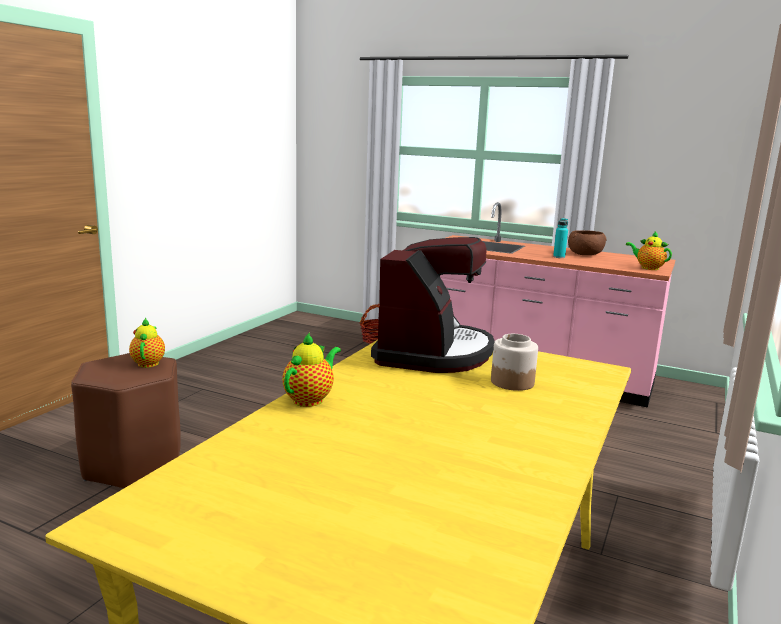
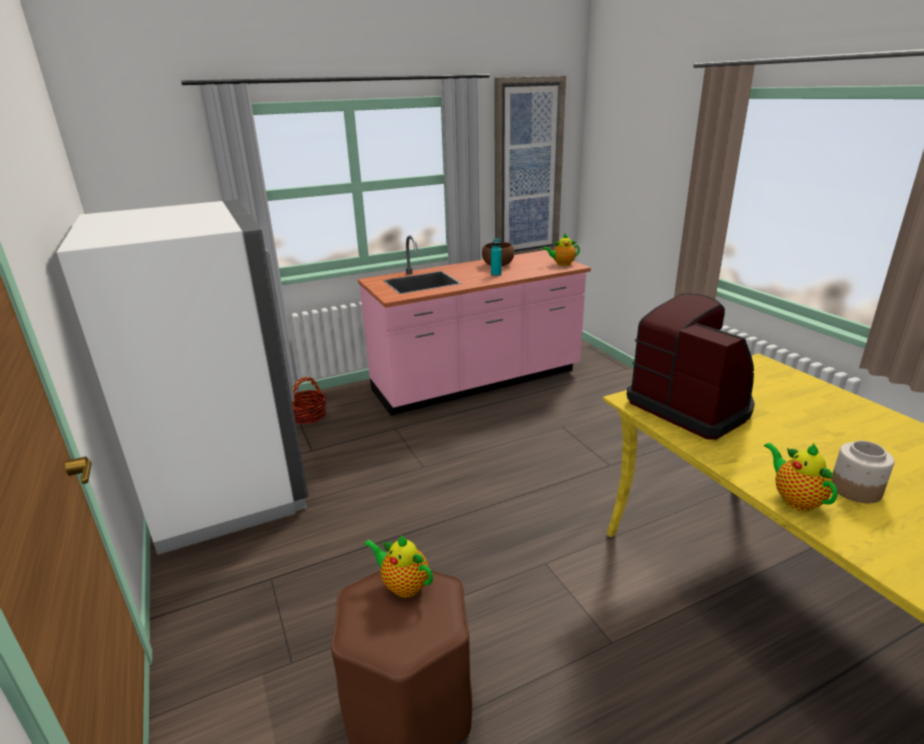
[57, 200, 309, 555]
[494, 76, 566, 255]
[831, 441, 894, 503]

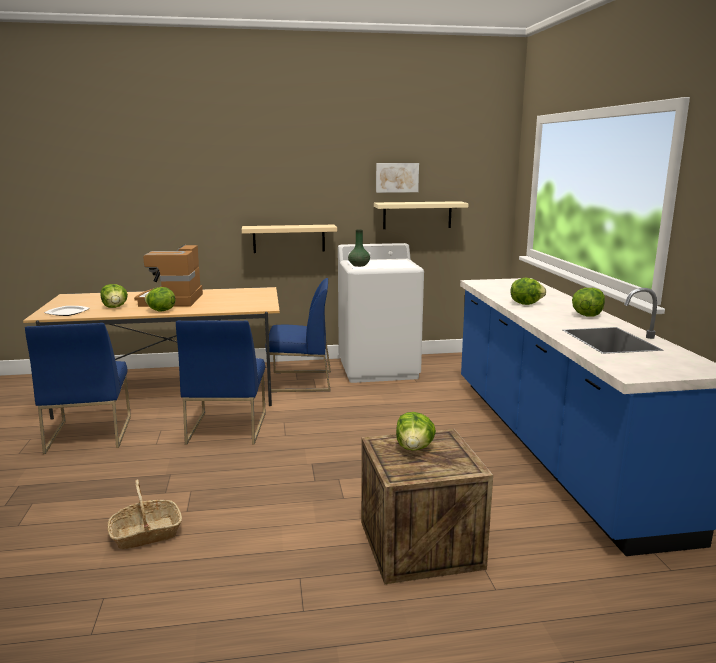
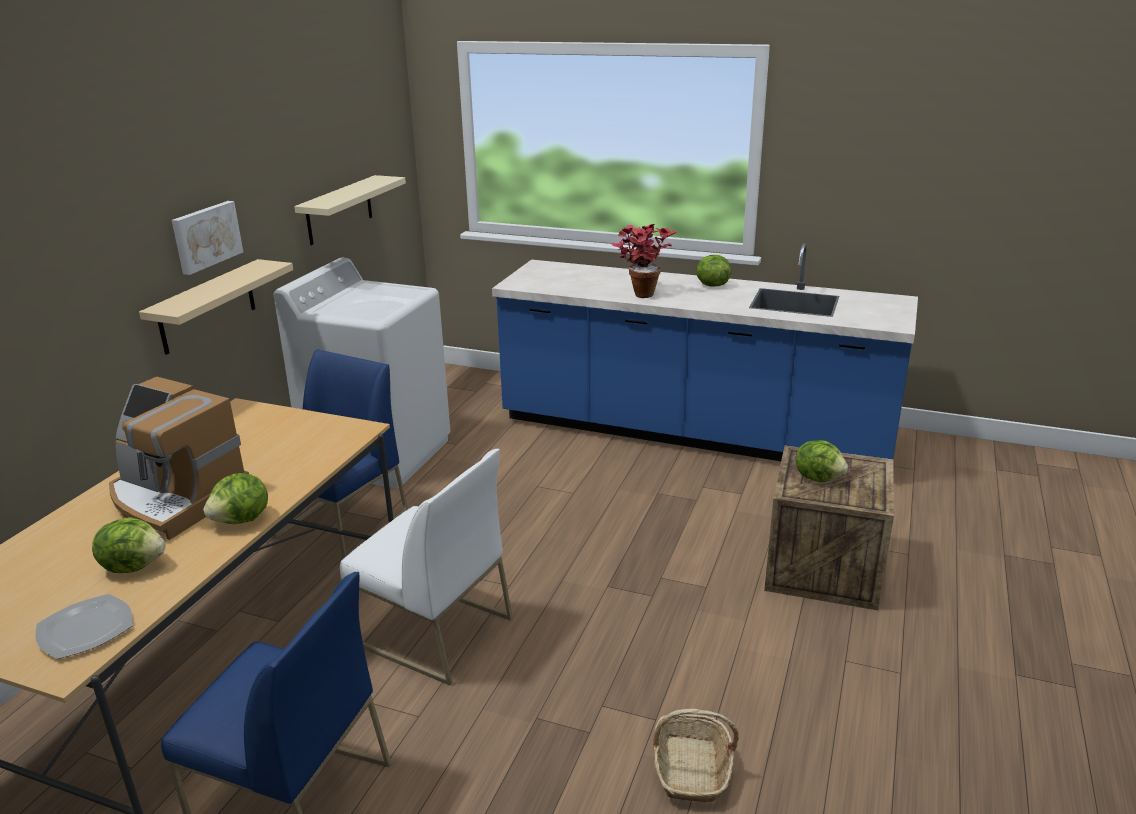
[172, 201, 243, 275]
[340, 449, 513, 685]
[612, 224, 676, 298]
[348, 229, 370, 267] (first image)

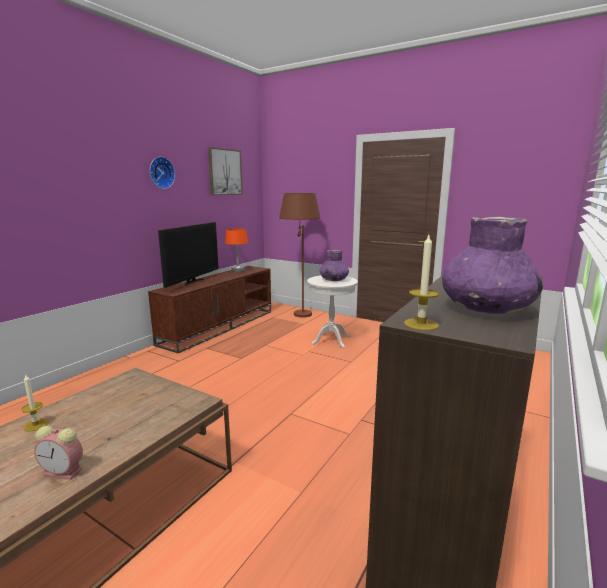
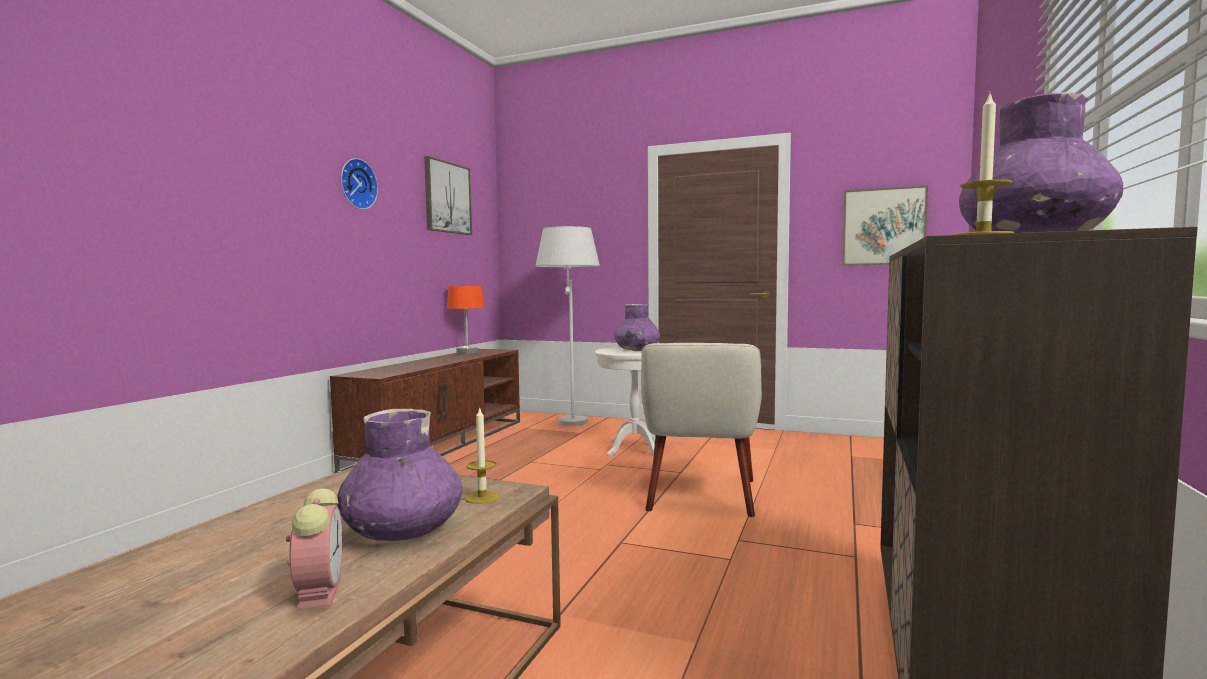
[286, 488, 343, 611]
[337, 409, 462, 541]
[465, 406, 500, 504]
[536, 226, 600, 426]
[641, 343, 762, 517]
[842, 185, 928, 266]
[158, 222, 219, 288] (first image)

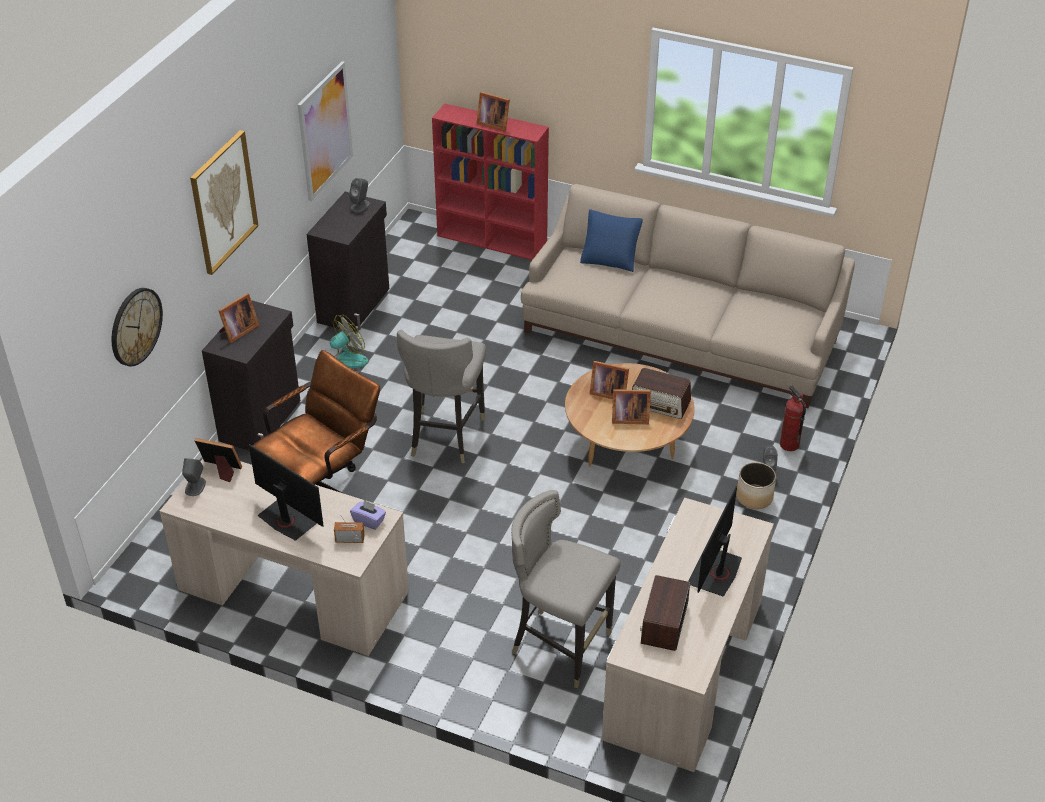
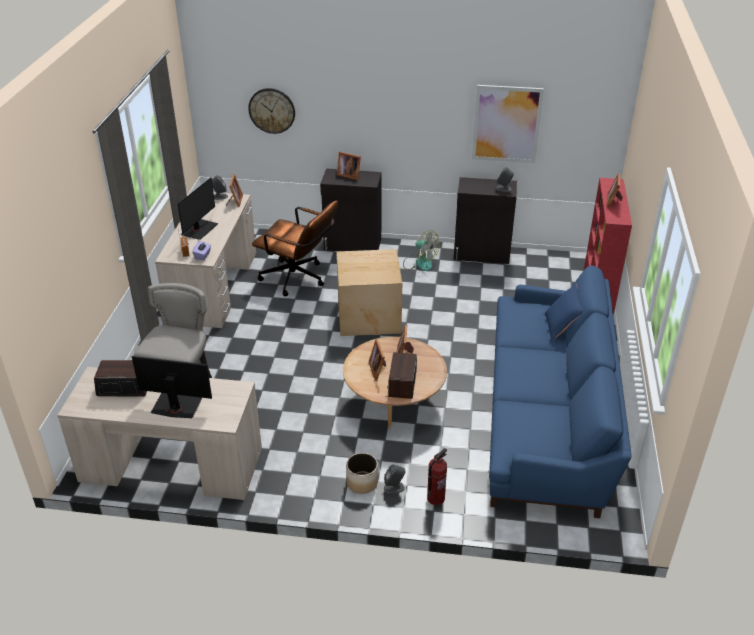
[337, 249, 402, 336]
[489, 265, 632, 518]
[190, 130, 259, 275] (first image)

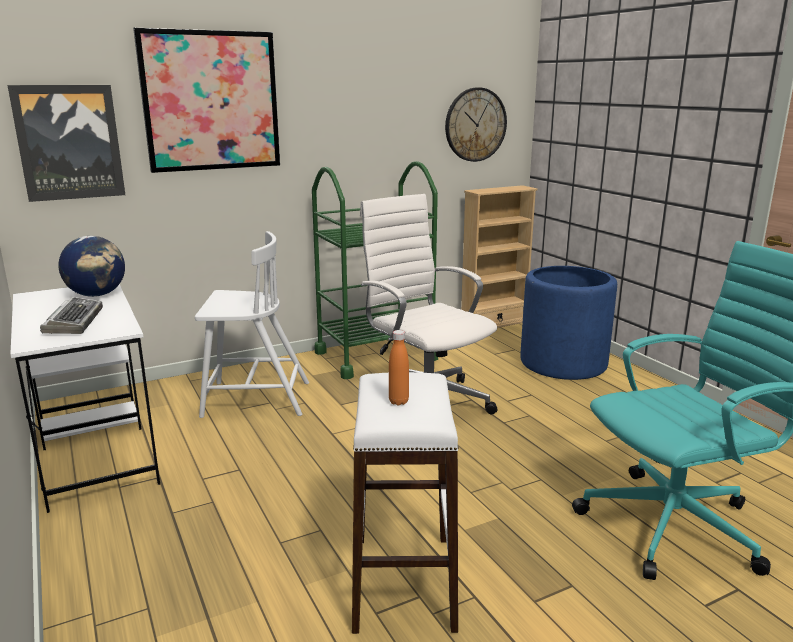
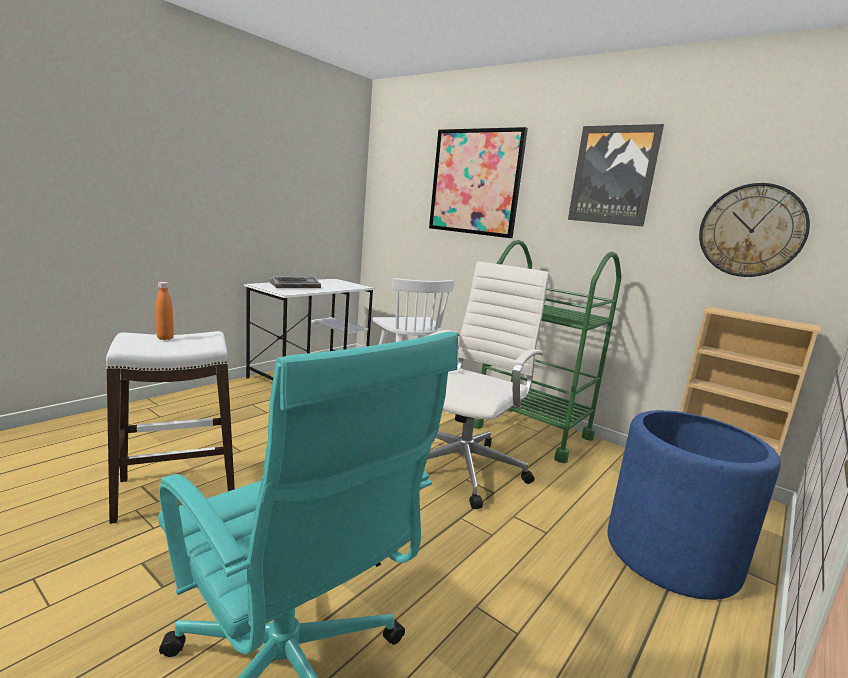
[568, 124, 664, 227]
[58, 236, 125, 297] (first image)

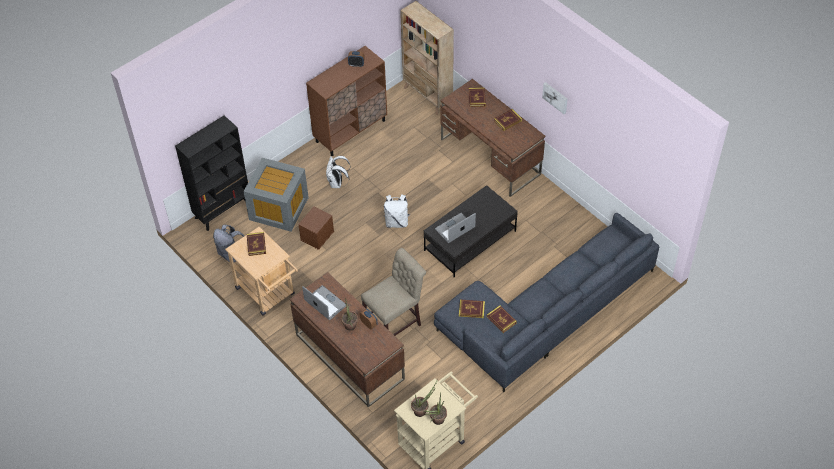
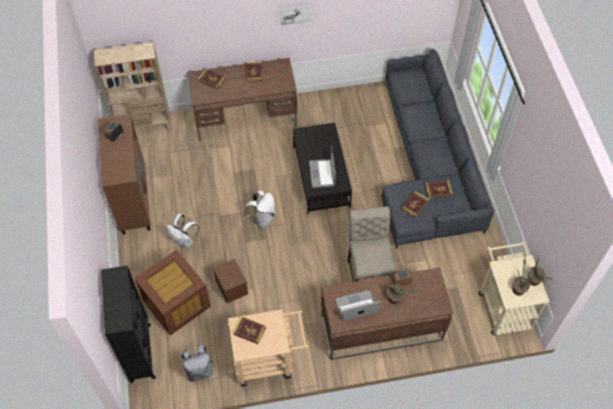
[134, 249, 211, 335]

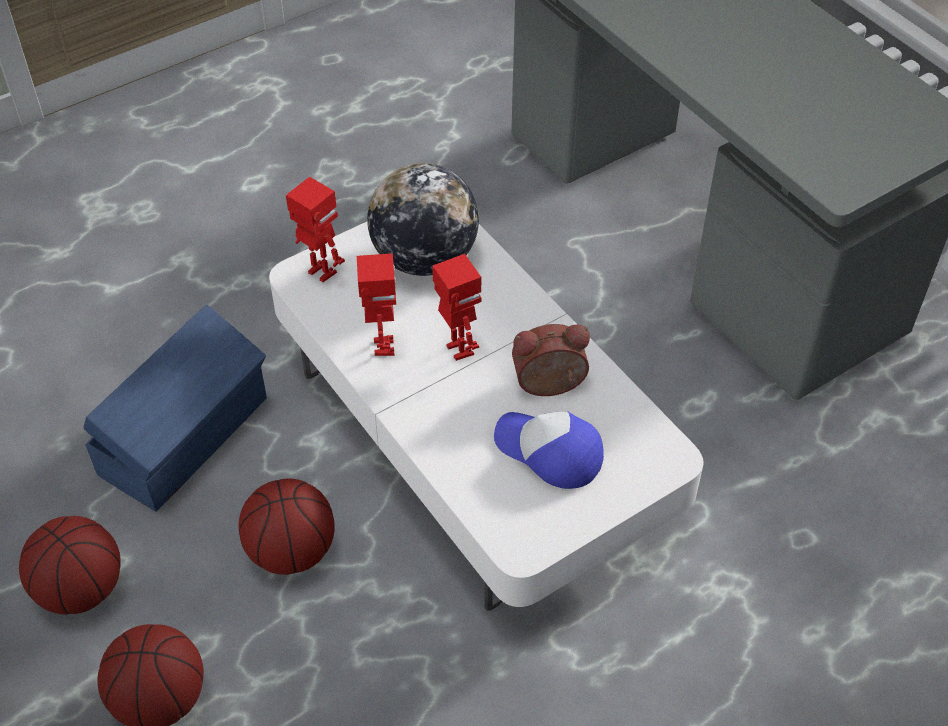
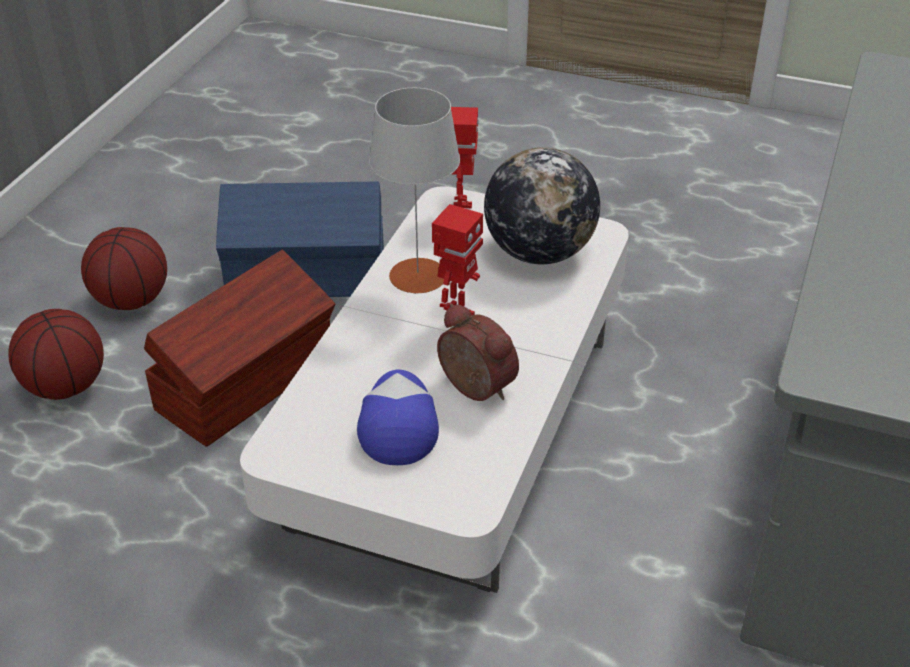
[144, 250, 335, 447]
[369, 88, 460, 294]

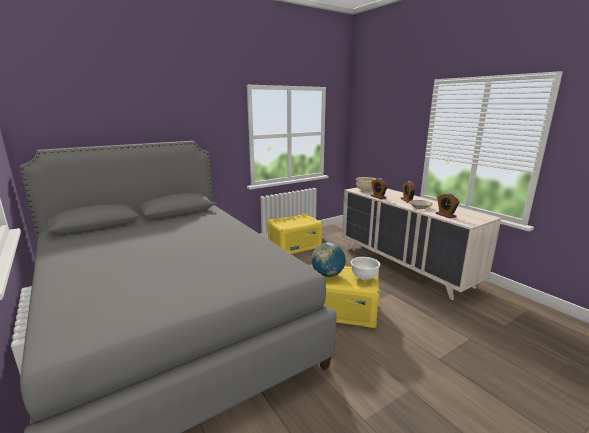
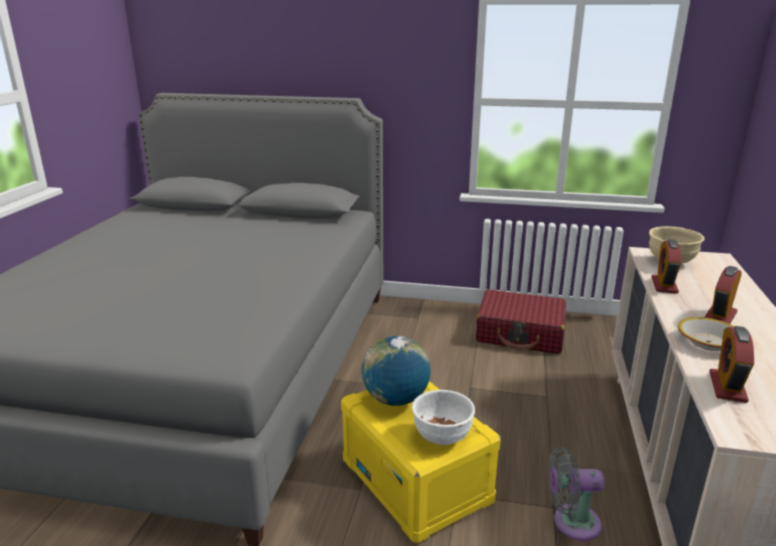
[476, 289, 566, 354]
[548, 447, 605, 541]

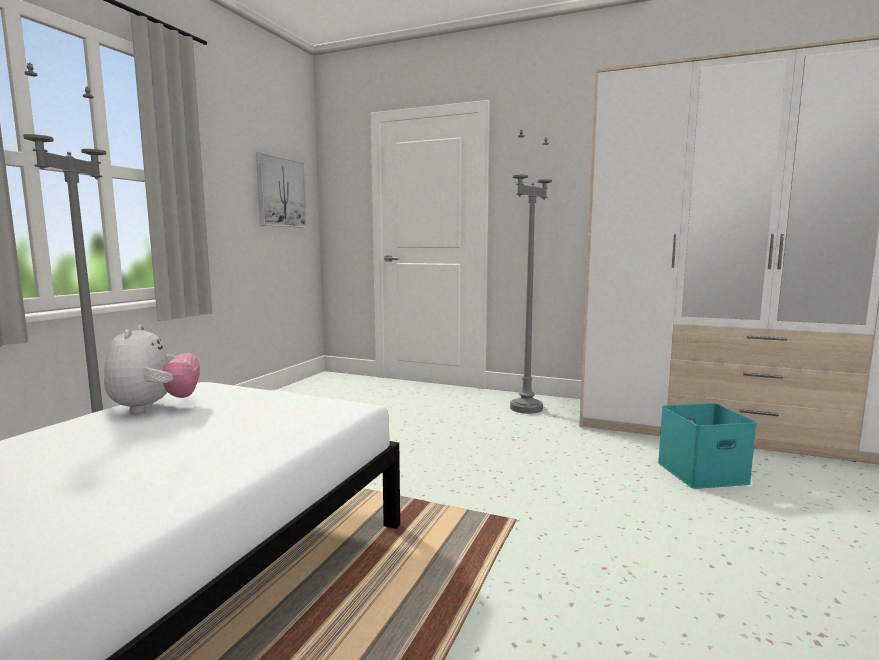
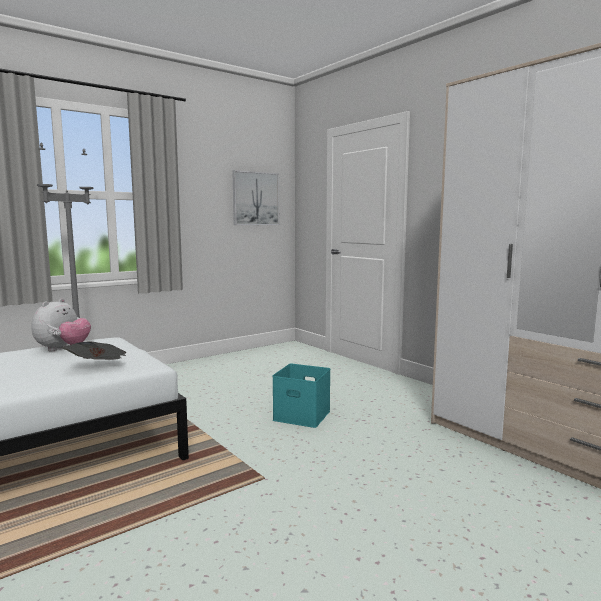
[62, 342, 126, 360]
[272, 364, 331, 428]
[510, 129, 552, 414] (first image)

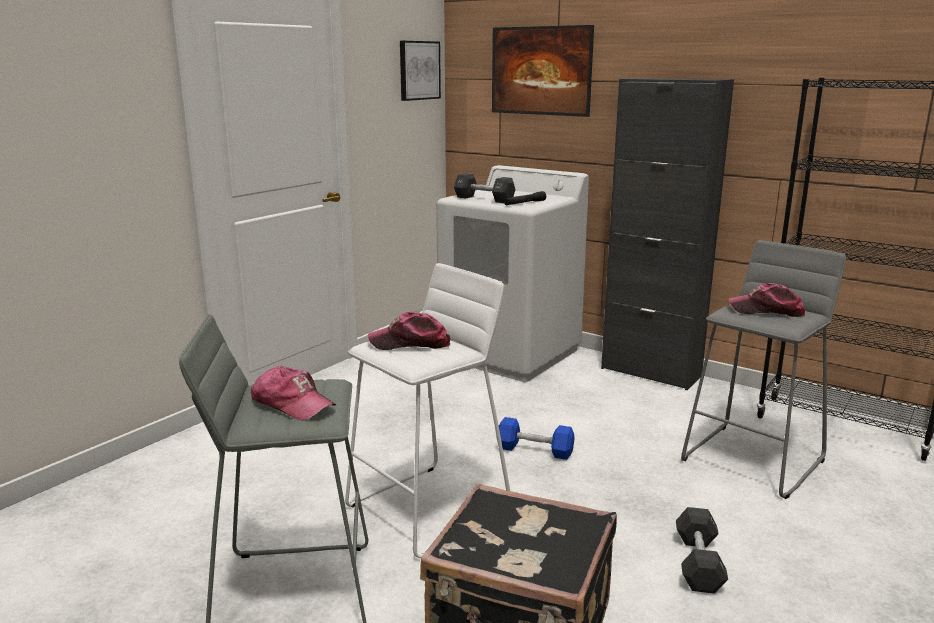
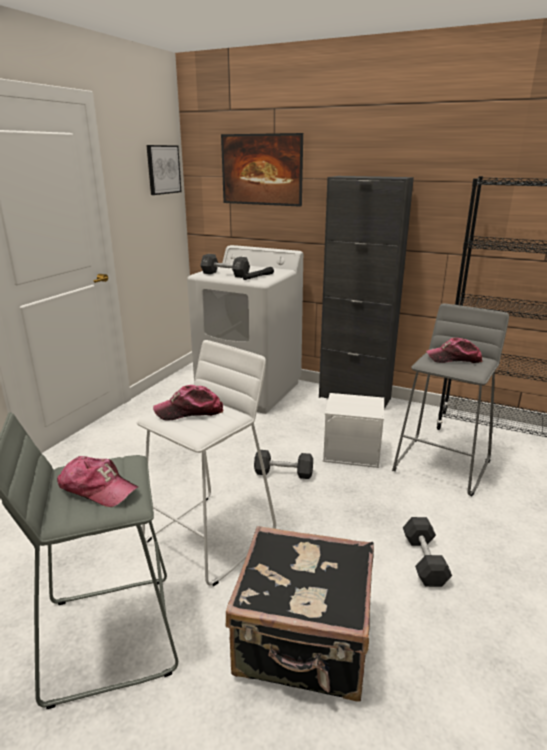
[254, 450, 313, 479]
[323, 393, 384, 468]

